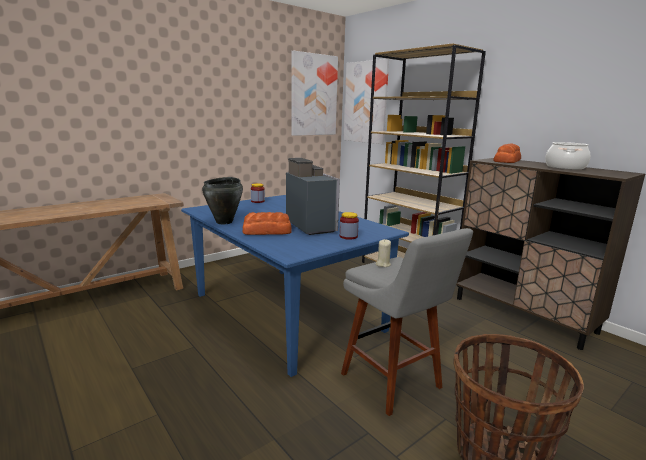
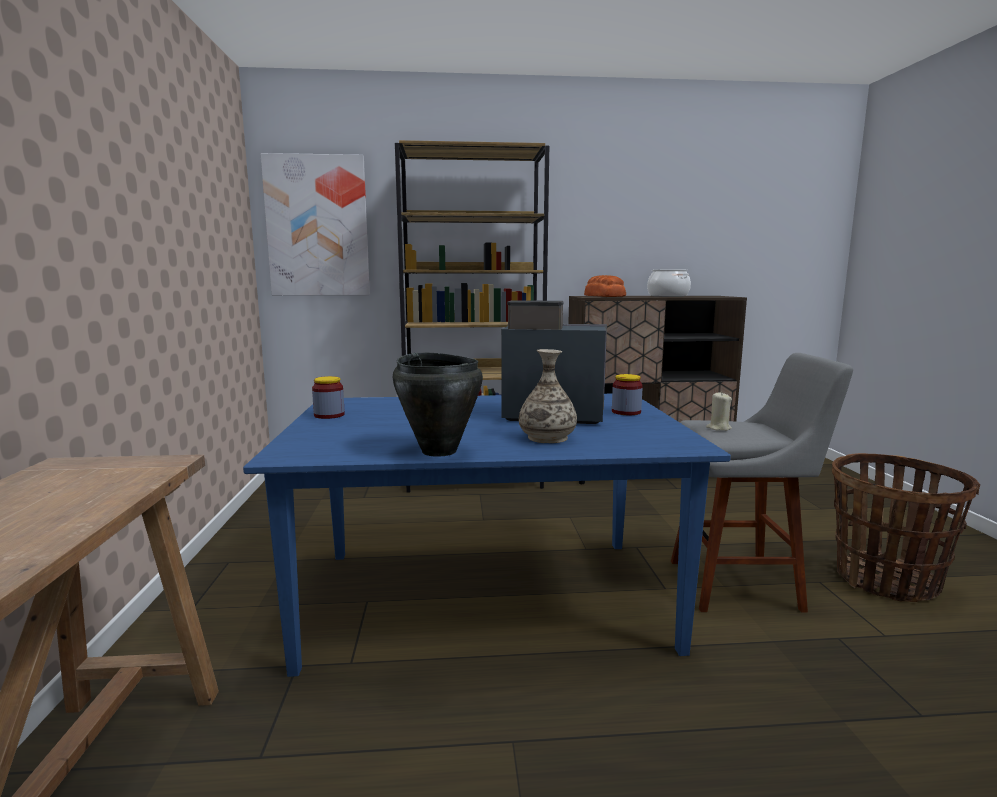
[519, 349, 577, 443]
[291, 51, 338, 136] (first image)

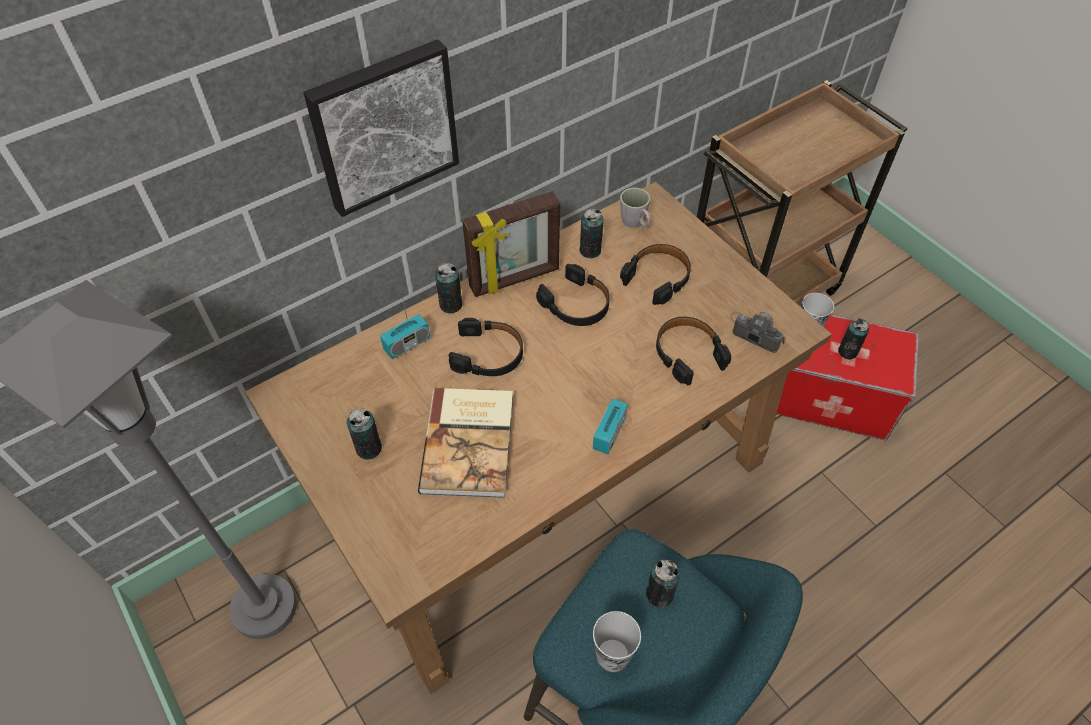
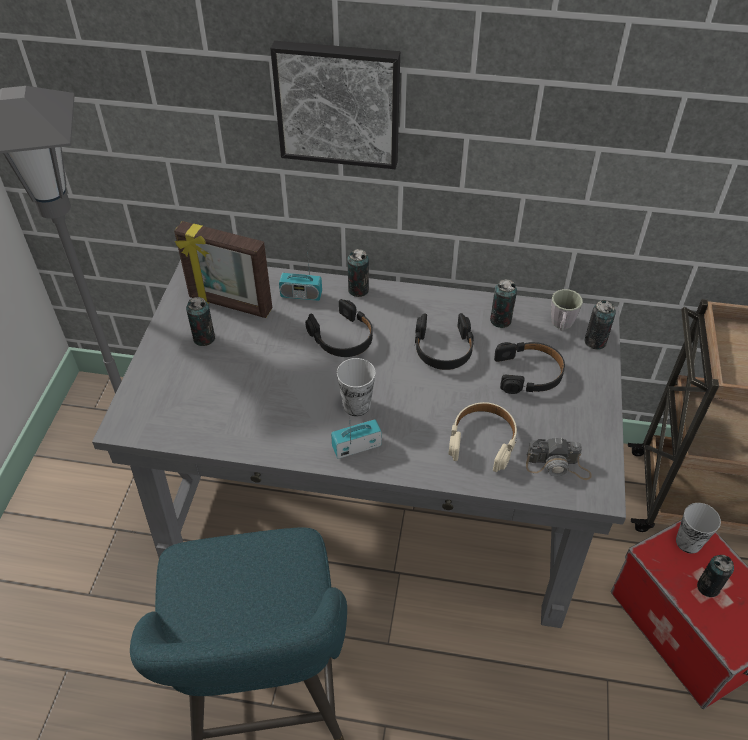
[92, 260, 626, 628]
[174, 221, 272, 318]
[336, 358, 375, 416]
[449, 402, 517, 472]
[526, 437, 592, 480]
[584, 300, 616, 350]
[418, 388, 513, 498] (first image)

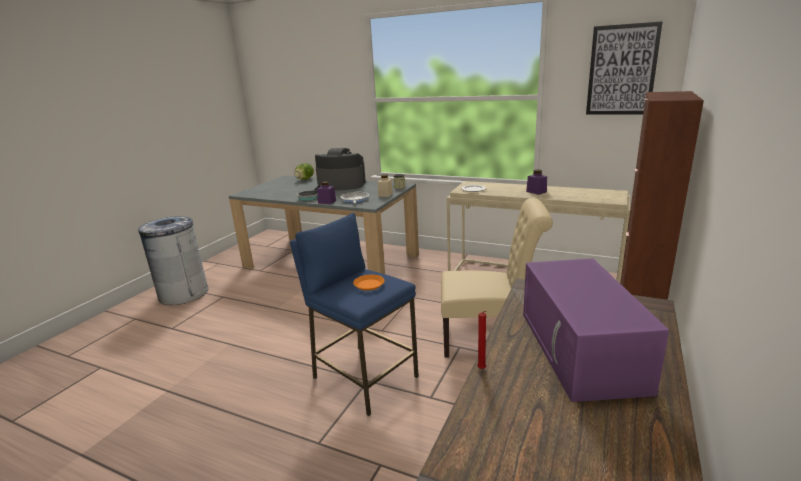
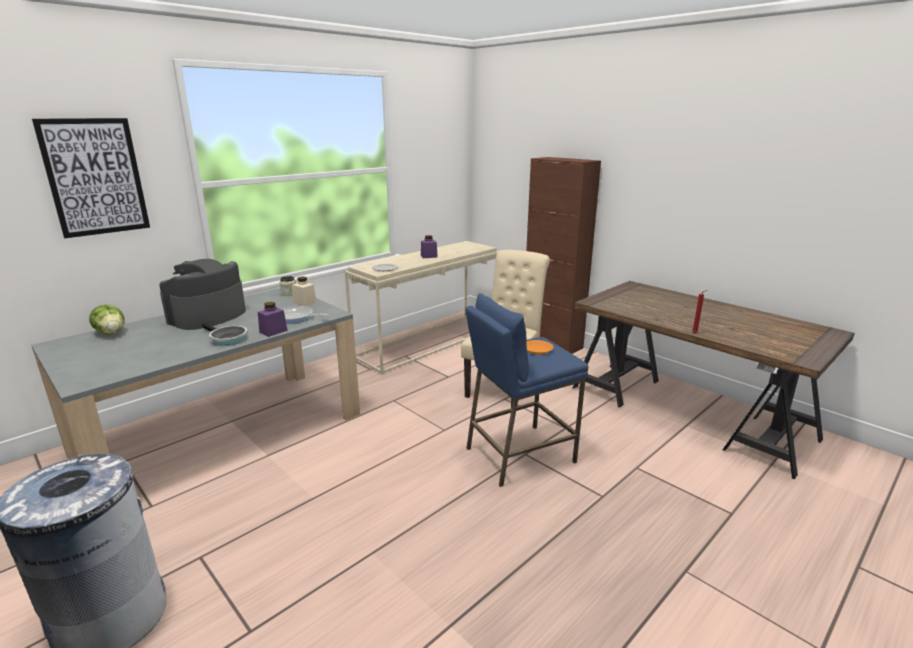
[32, 118, 150, 238]
[523, 258, 669, 402] (first image)

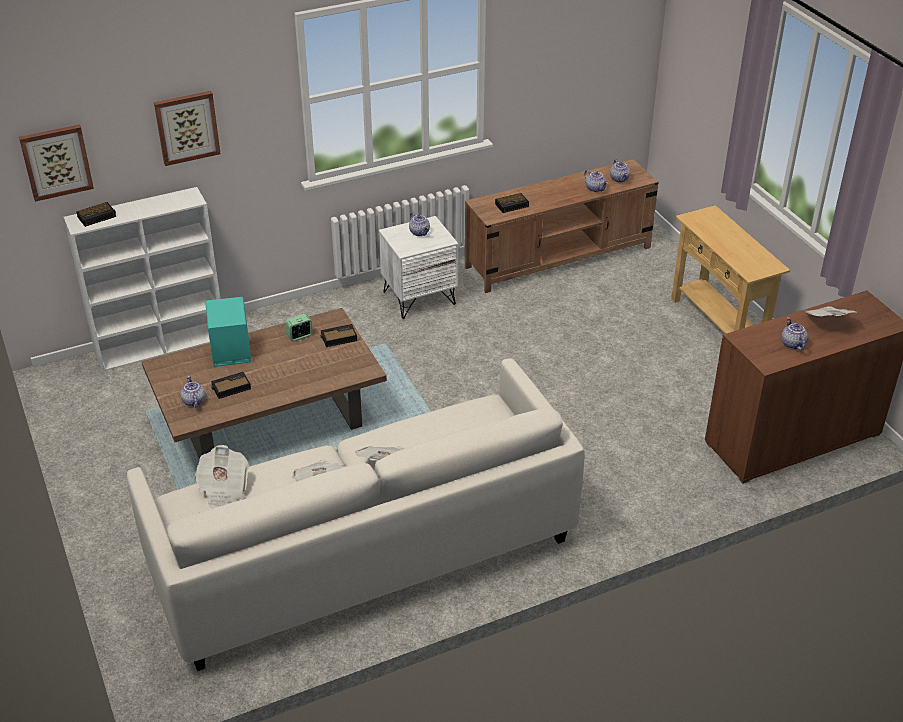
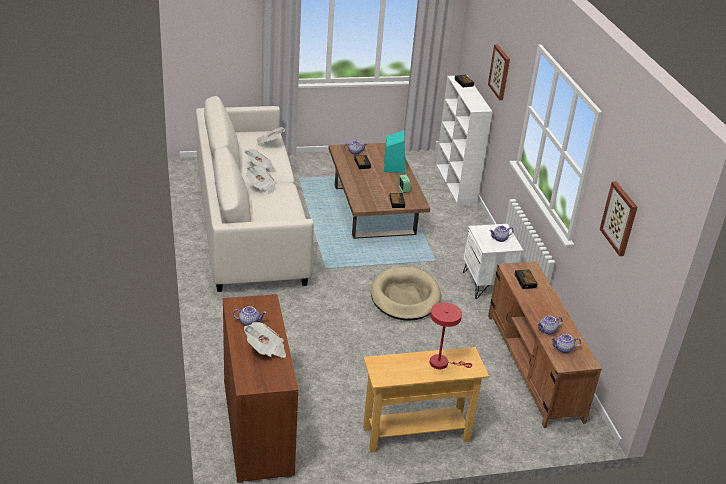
[371, 267, 441, 321]
[430, 302, 472, 369]
[600, 181, 637, 256]

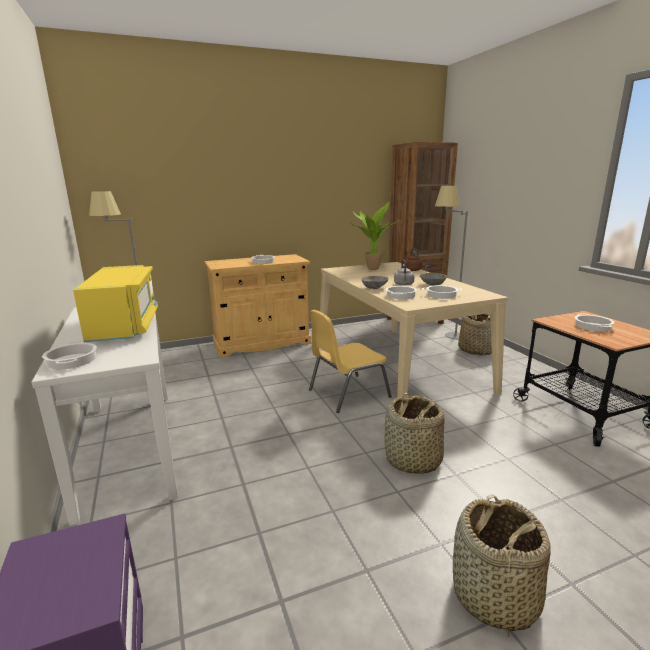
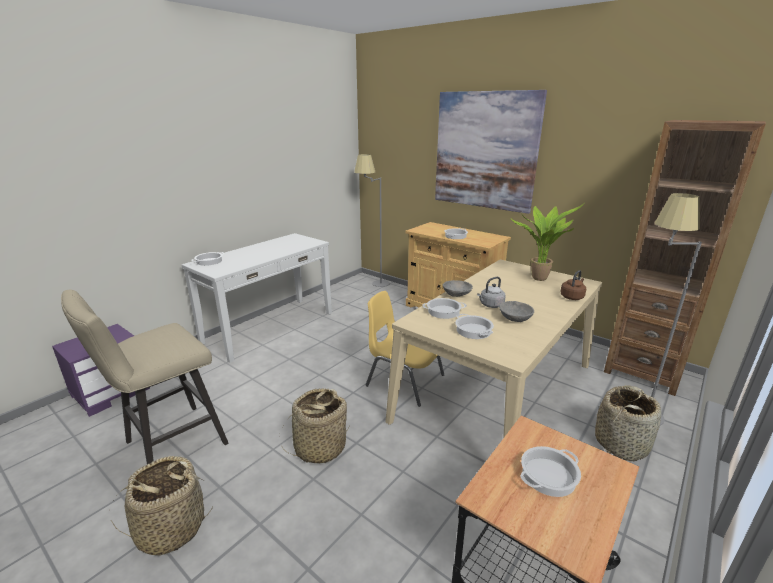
[61, 289, 228, 464]
[435, 90, 547, 214]
[73, 265, 158, 342] (first image)

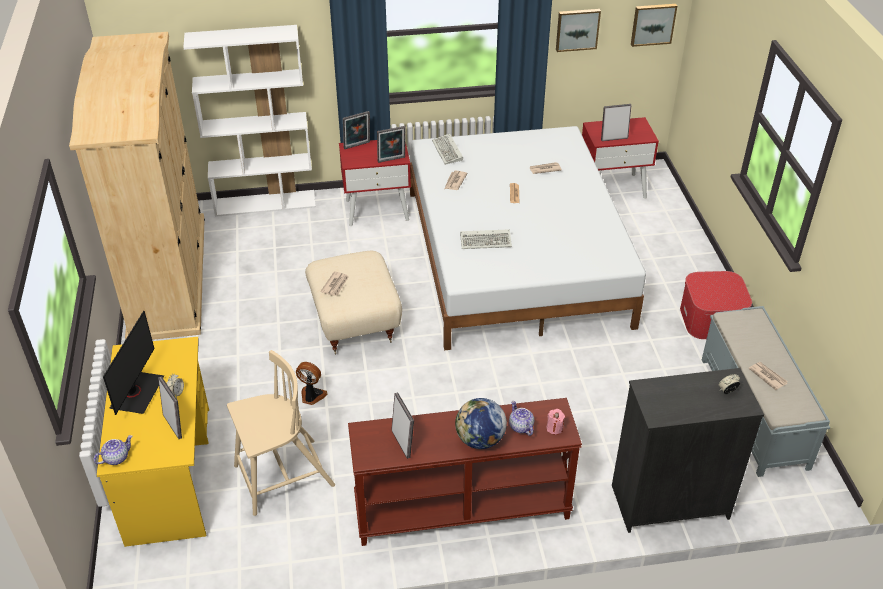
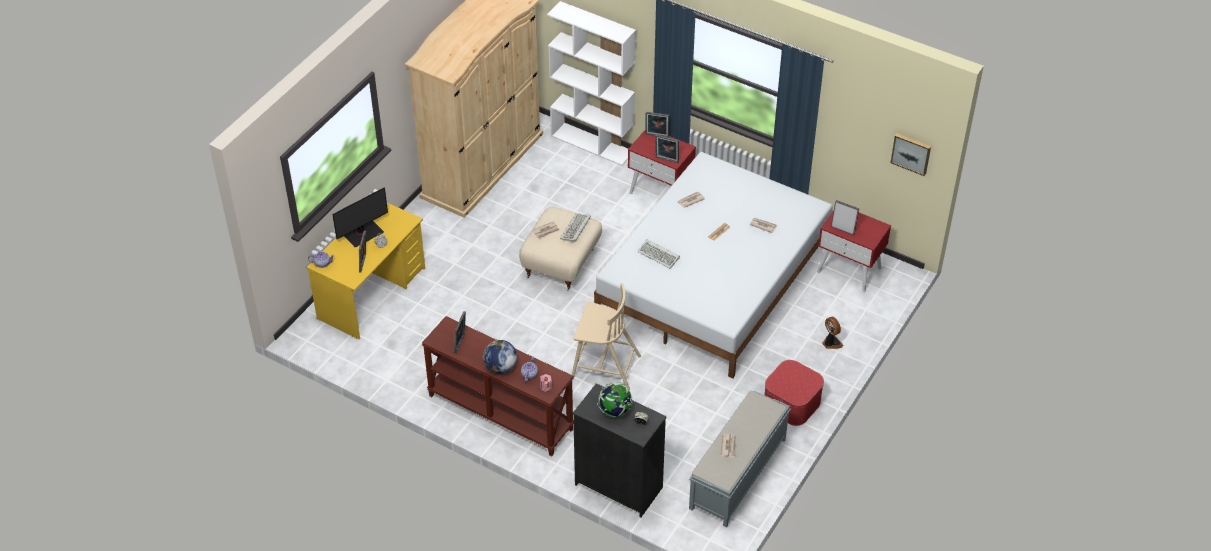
[560, 213, 591, 243]
[572, 283, 641, 390]
[597, 382, 633, 417]
[822, 316, 843, 349]
[556, 9, 601, 52] (first image)

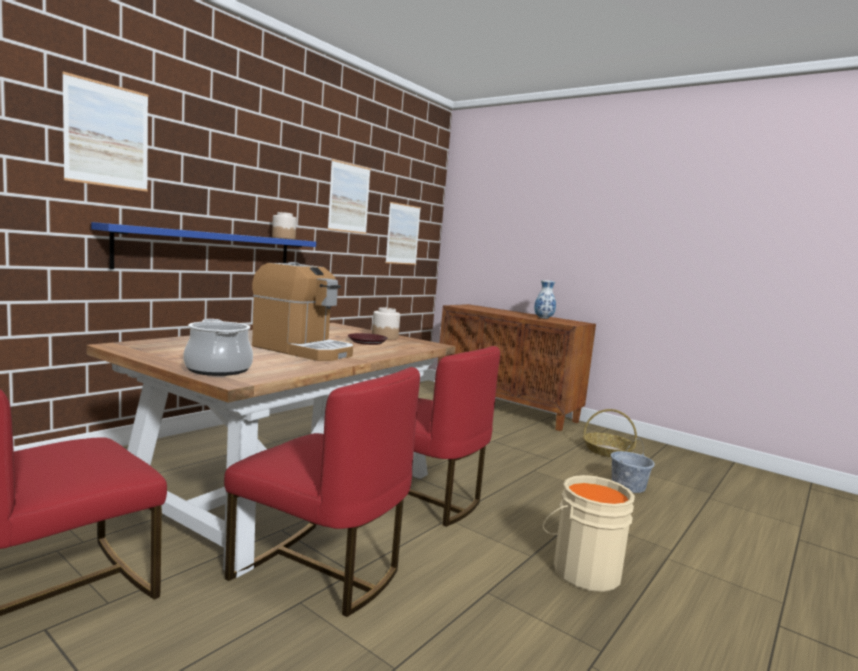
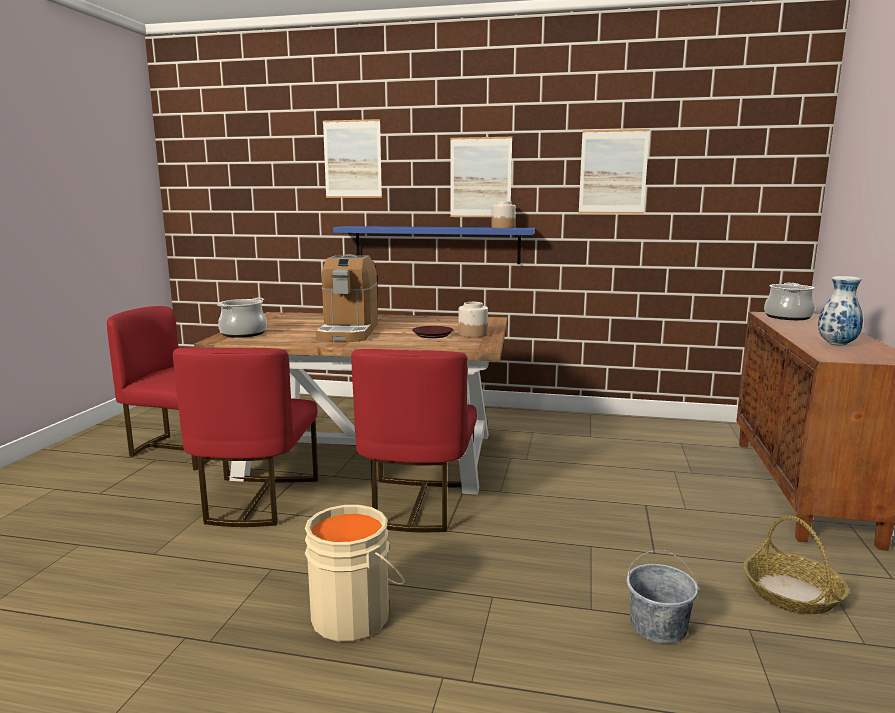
[450, 137, 512, 217]
[764, 283, 815, 320]

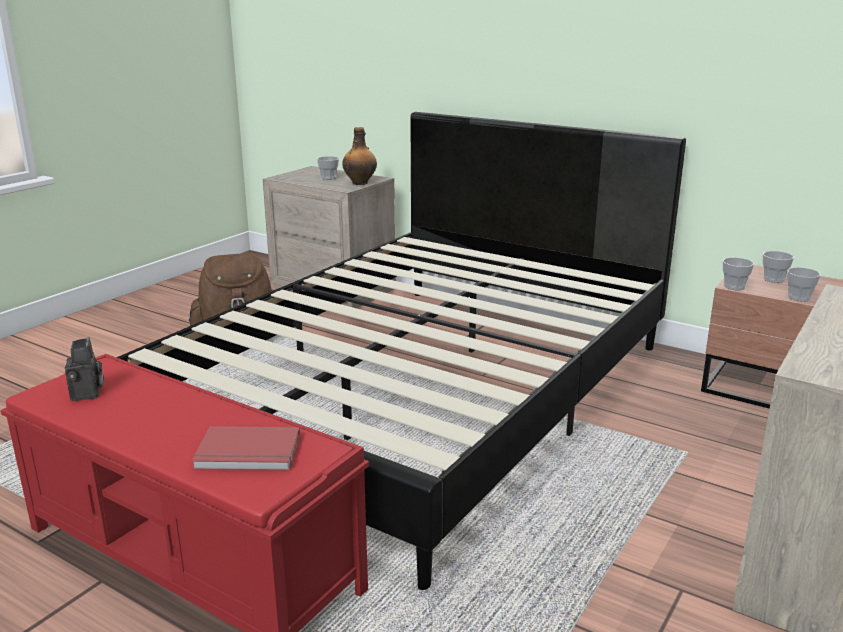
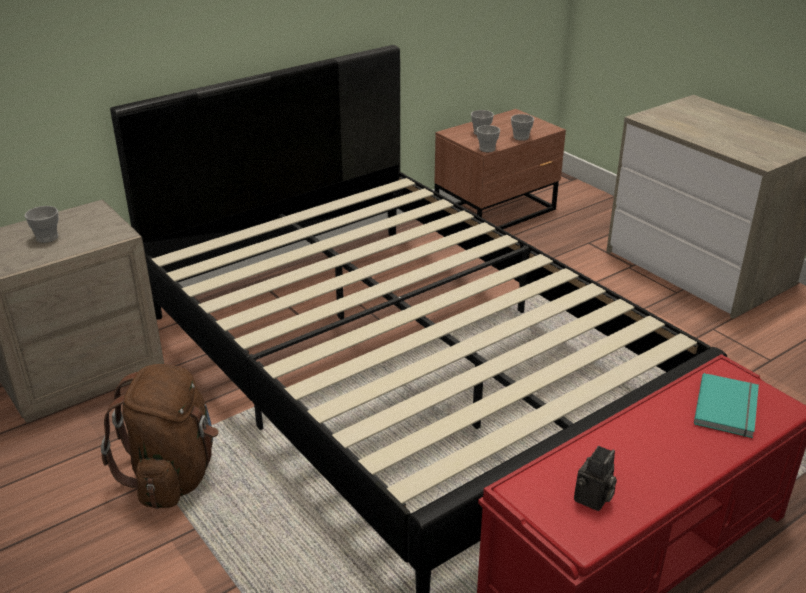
[574, 446, 617, 511]
[694, 373, 759, 438]
[342, 127, 377, 185] (first image)

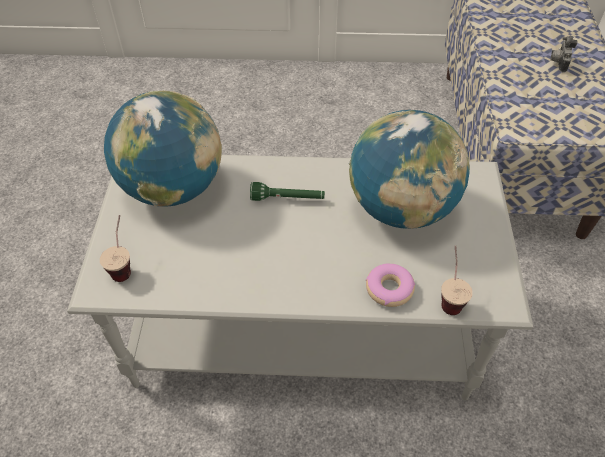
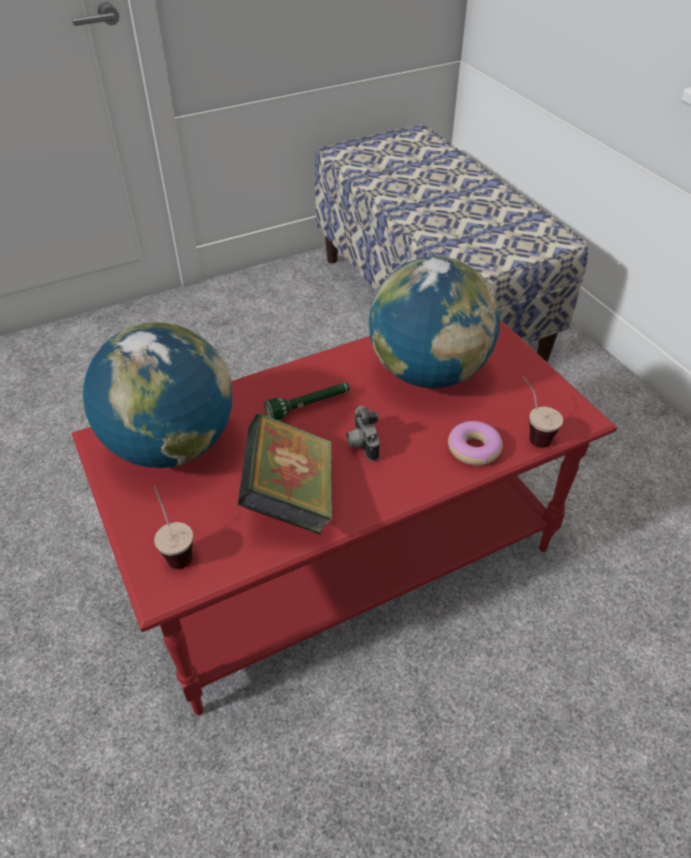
[71, 319, 617, 715]
[238, 413, 333, 535]
[346, 406, 380, 461]

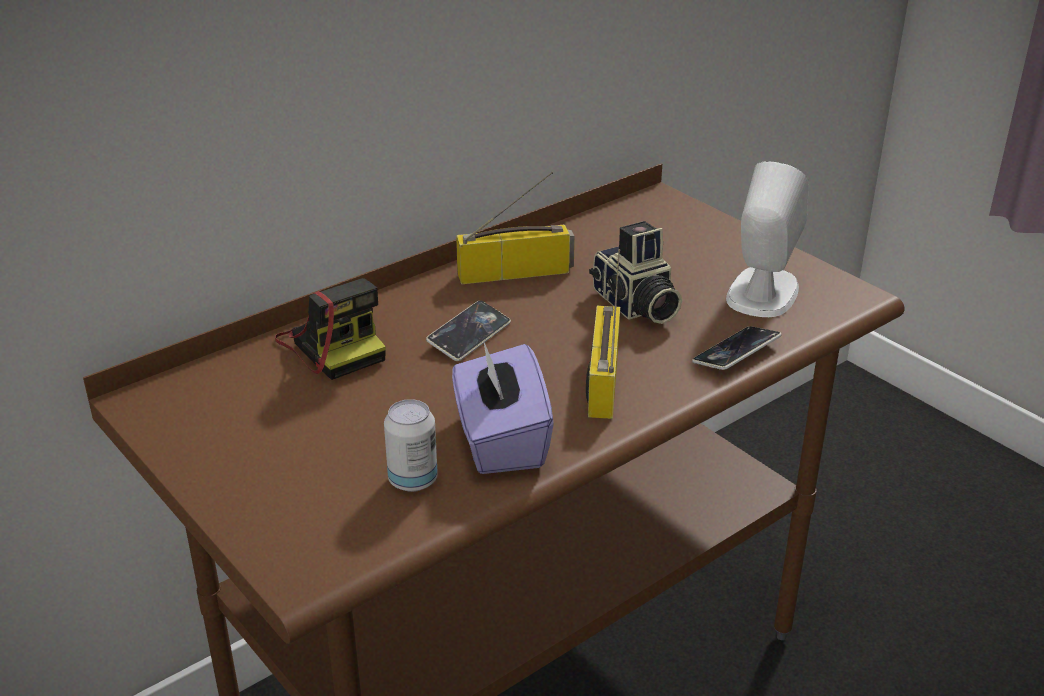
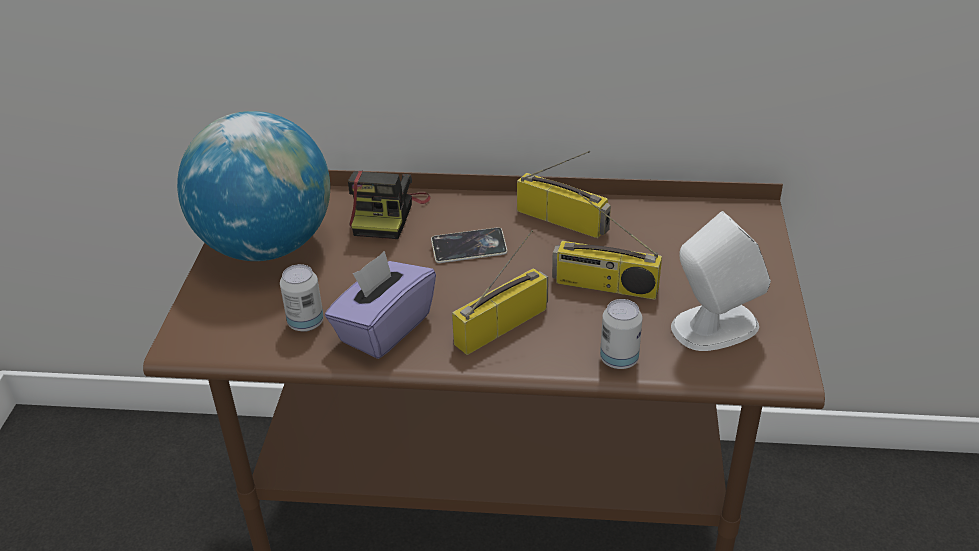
[177, 111, 330, 261]
[552, 193, 662, 299]
[600, 299, 642, 369]

